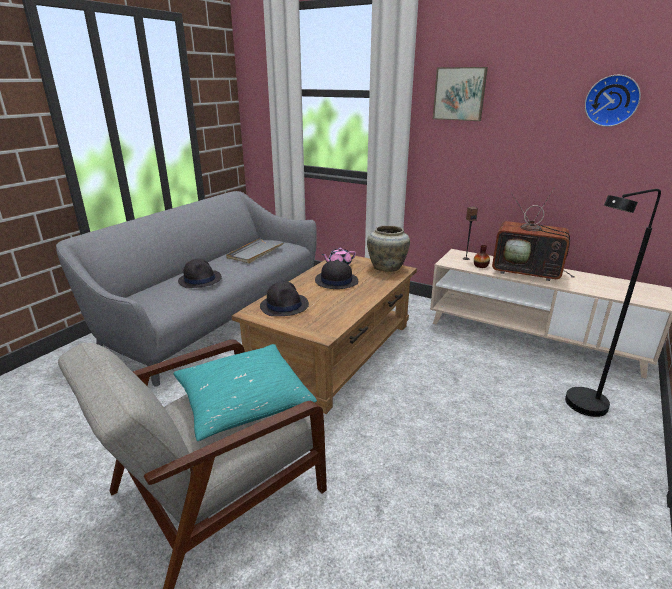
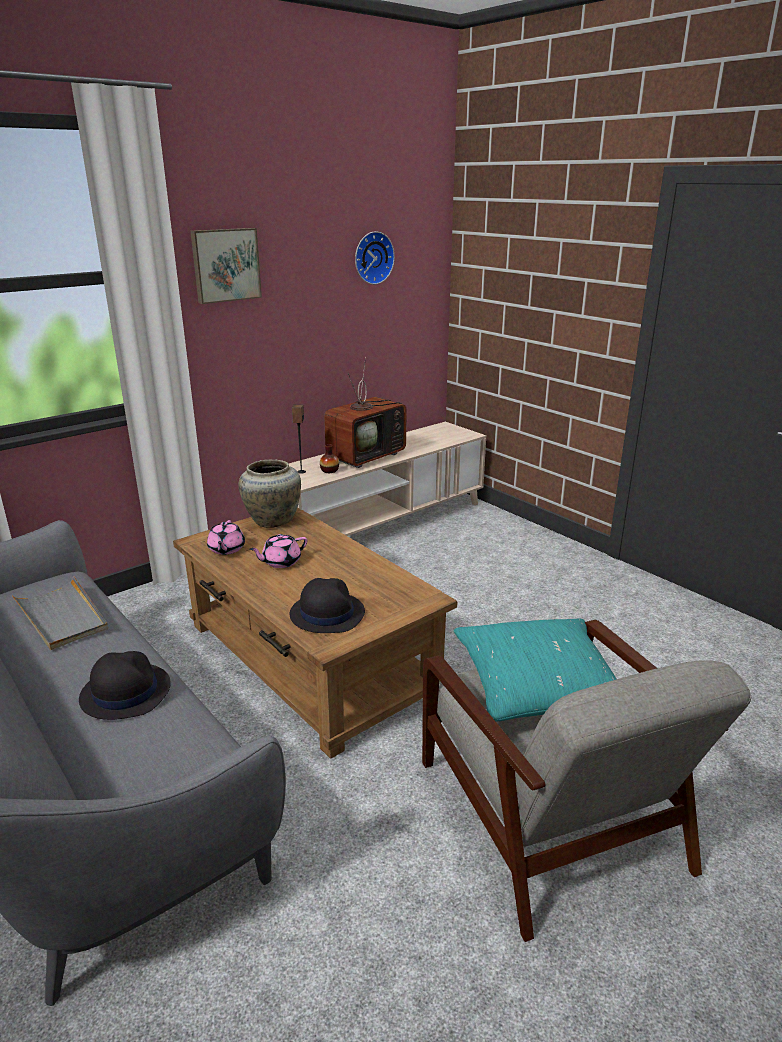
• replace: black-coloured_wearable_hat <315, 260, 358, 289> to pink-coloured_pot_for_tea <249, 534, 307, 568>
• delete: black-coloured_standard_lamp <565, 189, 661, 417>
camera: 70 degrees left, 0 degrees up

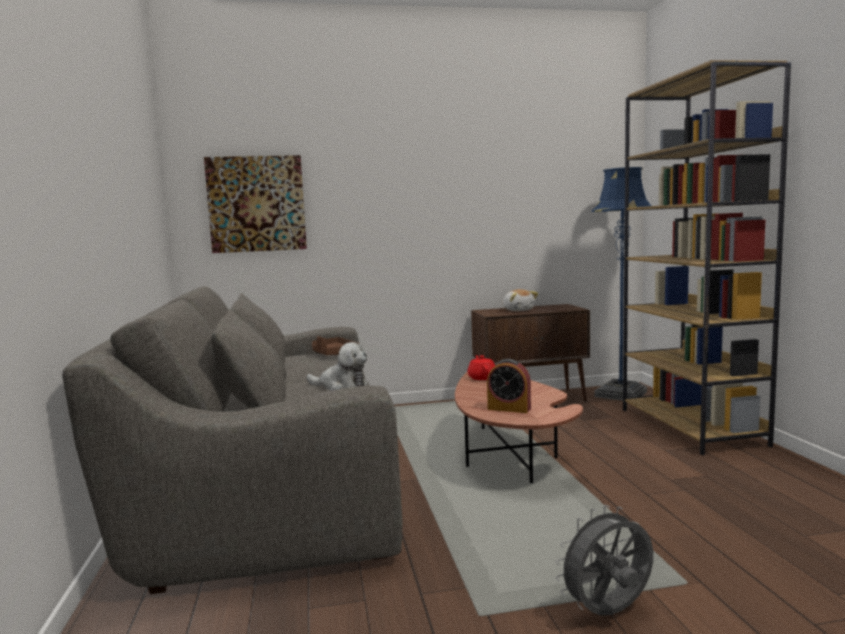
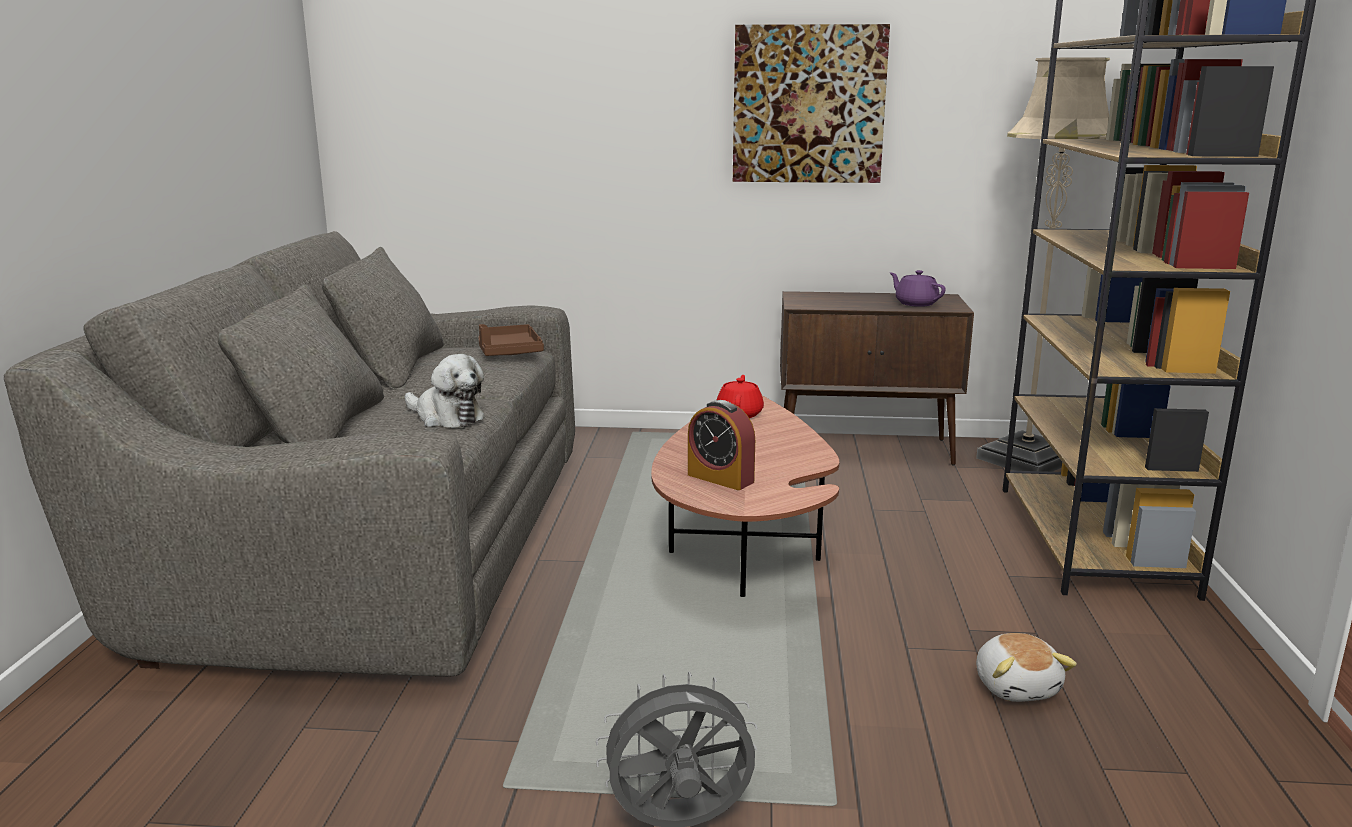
• move: picture <204, 155, 307, 253> to <733, 24, 890, 183>
• move: soft_toy <503, 289, 538, 311> to <976, 633, 1077, 702>
• recolor: blue_standard_lamp <592, 167, 651, 401> to beige-coloured_standard_lamp <976, 57, 1110, 472>
• insert: purple_pot_for_tea <890, 270, 946, 307>
camera: 15 degrees right, 10 degrees up

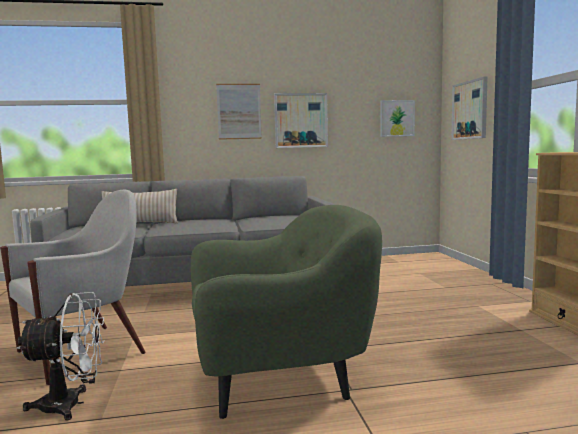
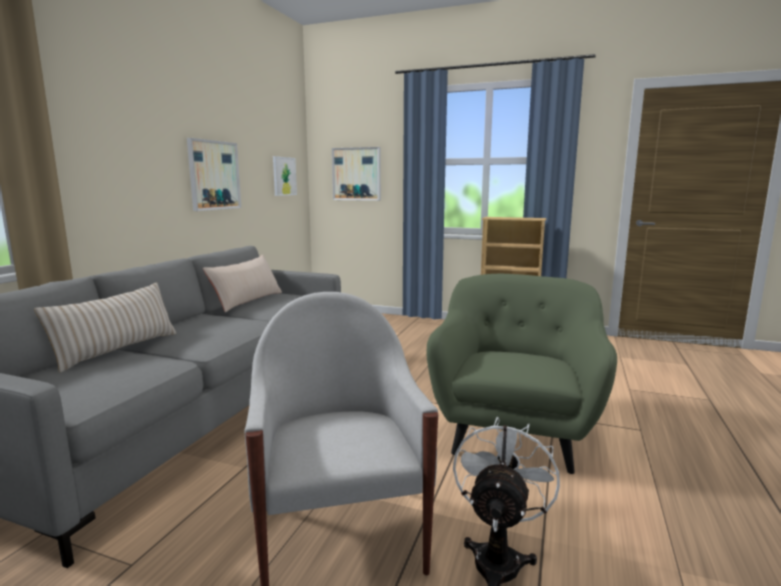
• delete: picture <216, 84, 262, 140>
• insert: beige-coloured_cushion <203, 255, 282, 312>
camera: 60 degrees left, 5 degrees up

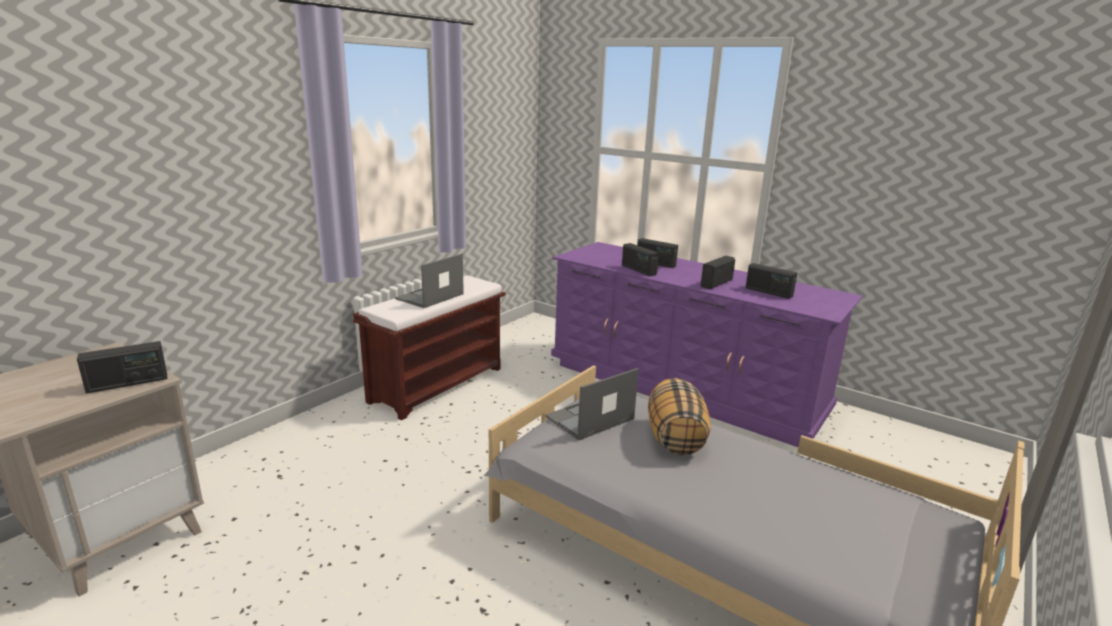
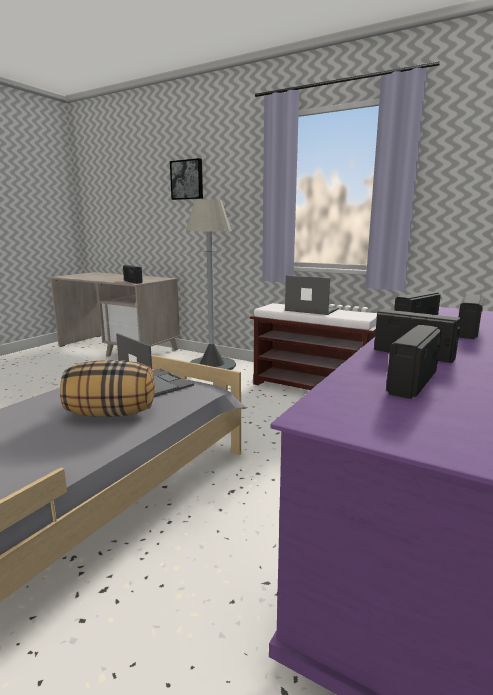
• insert: picture <170, 158, 203, 200>
• insert: greyish_standard_lamp <186, 199, 236, 370>
camera: 85 degrees right, 5 degrees down

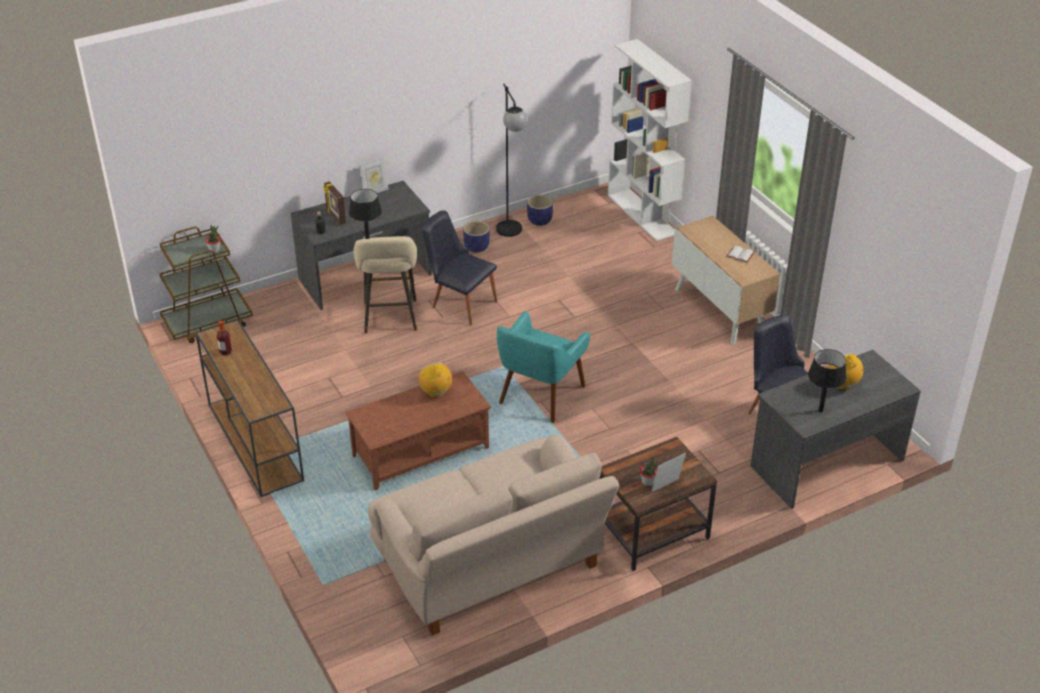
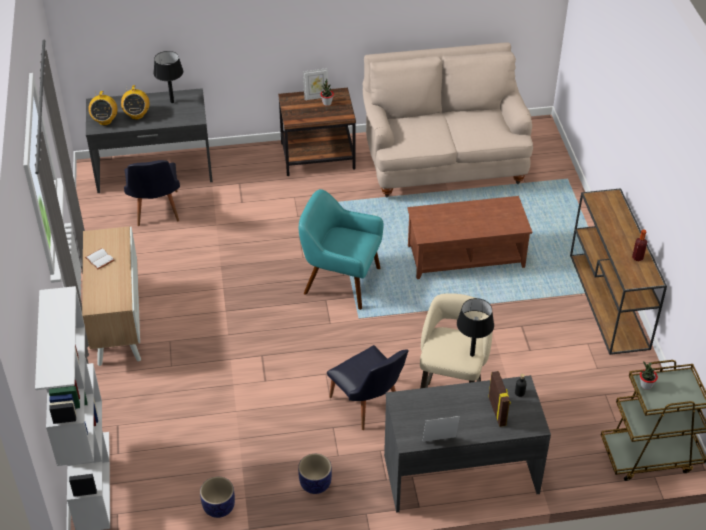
• move: radio_receiver <419, 363, 452, 398> to <89, 91, 117, 125>
• delete: black-coloured_standard_lamp <496, 84, 528, 237>
• rotate: blue-green_armchair <497, 311, 590, 423> = <299, 189, 384, 310> 120 degrees counterclockwise
camera: 160 degrees left, 5 degrees up

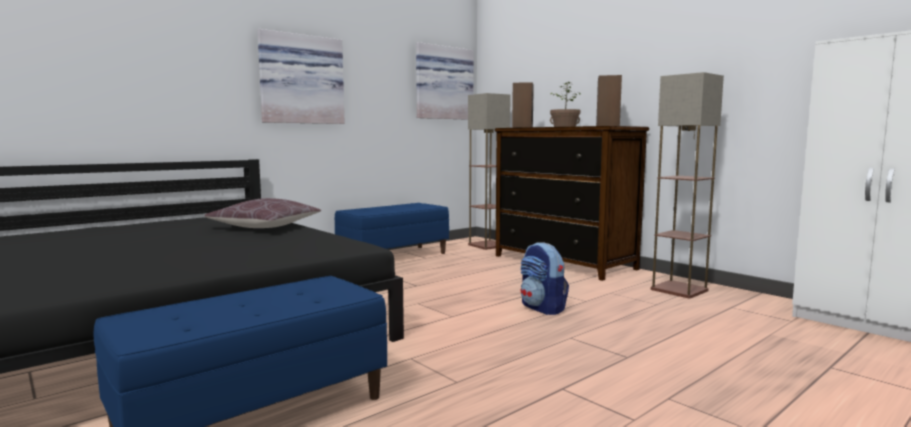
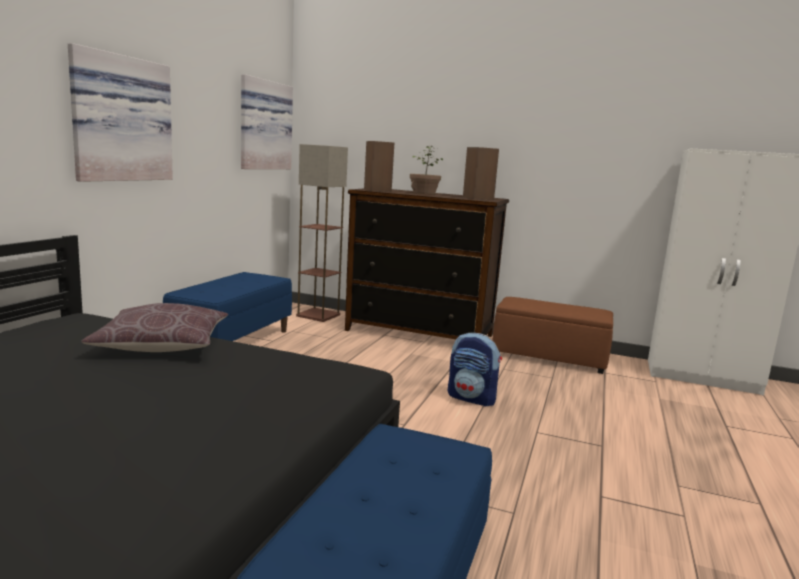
• replace: standard_lamp <651, 72, 724, 299> to brown-coloured_ottoman <492, 297, 613, 374>
camera: 30 degrees left, 5 degrees up

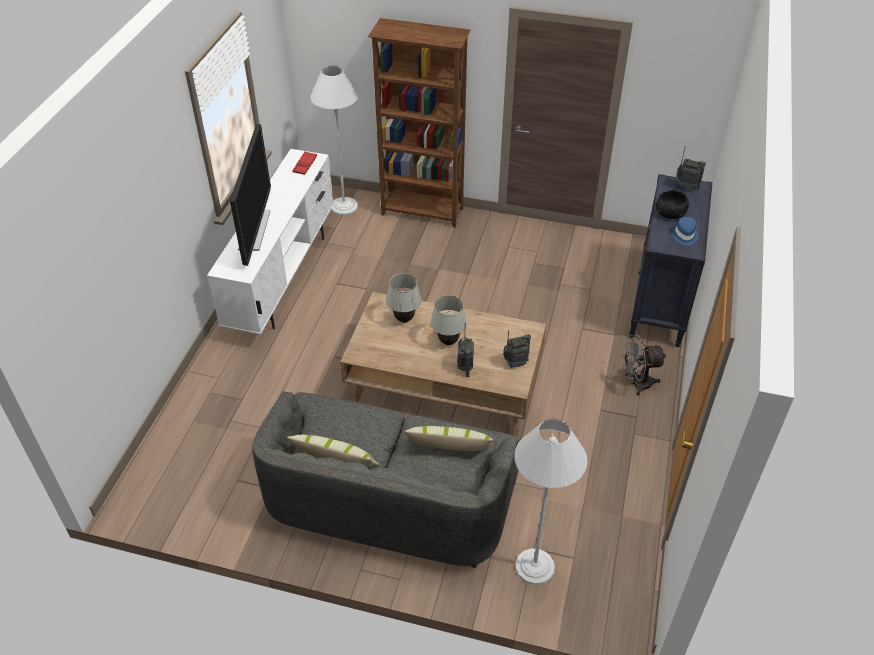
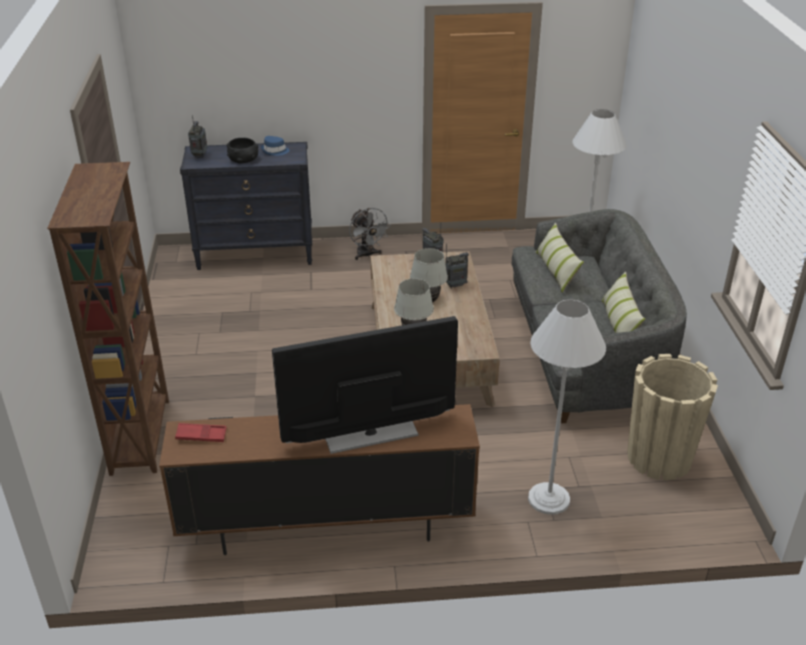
• recolor: white-coloured_tv_stand <207, 149, 334, 335> to brown-coloured_tv_stand <159, 404, 480, 555>
• move: white-coloured_standard_lamp <310, 65, 358, 215> to <528, 299, 606, 515>
• insert: beige-coloured_planter <627, 354, 718, 480>
camera: 110 degrees left, 10 degrees down

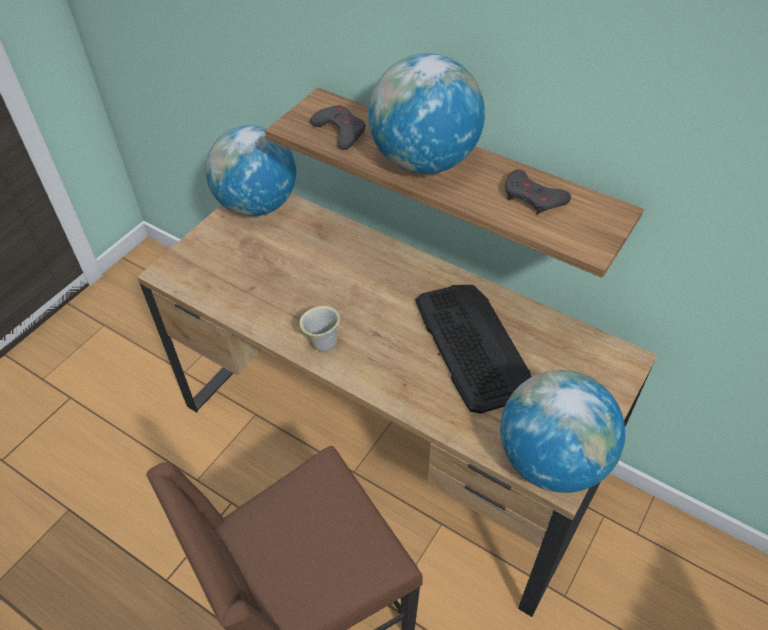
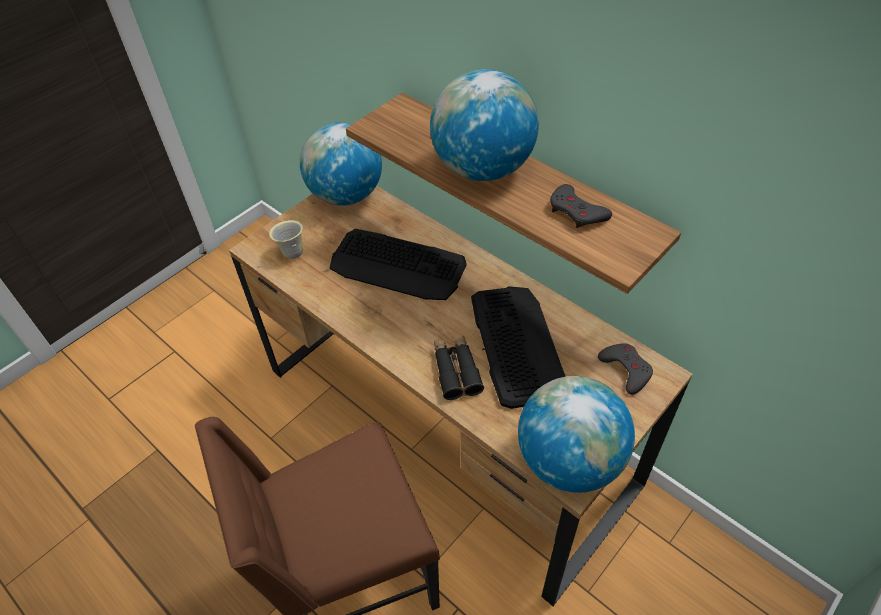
• move: beige-coloured_mug <299, 306, 340, 352> to <269, 220, 303, 259>
• move: greyish_game_controller <310, 105, 366, 150> to <598, 343, 653, 395>
• insert: keyboard <330, 229, 467, 300>
• insert: black-coloured_binoculars <434, 336, 484, 400>
camera: 10 degrees right, 0 degrees up

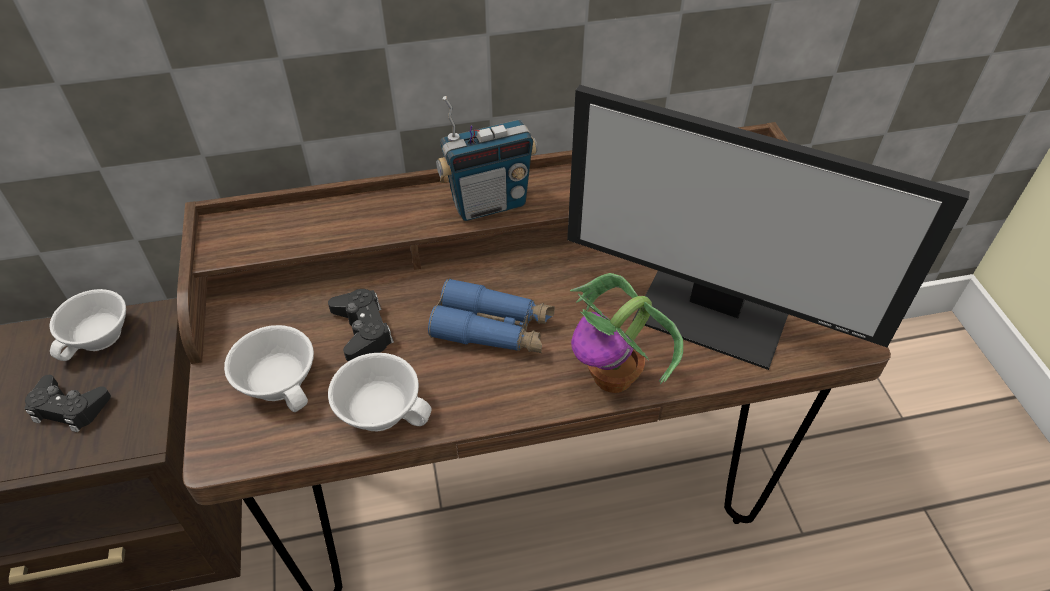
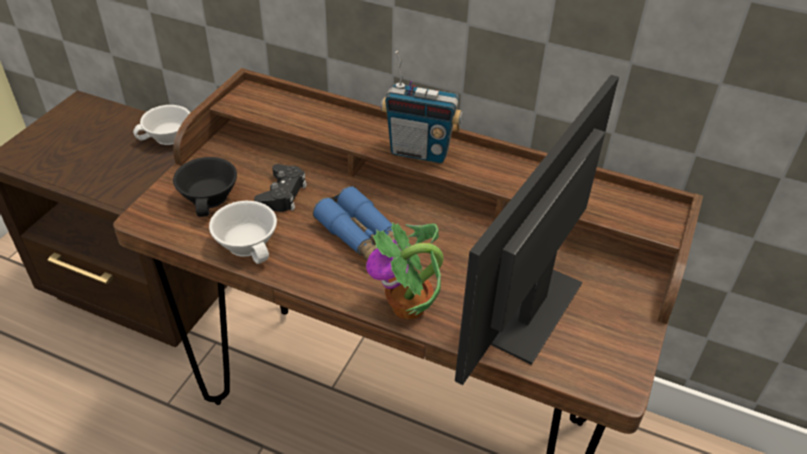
• delete: black-coloured_game_controller <24, 375, 111, 432>
• recolor: white-coloured_small_cup <224, 325, 314, 412> to black-coloured_small_cup <173, 157, 237, 217>
• rotate: computer_screen <567, 85, 970, 370> = <455, 75, 619, 385> 60 degrees clockwise
camera: 35 degrees right, 5 degrees down

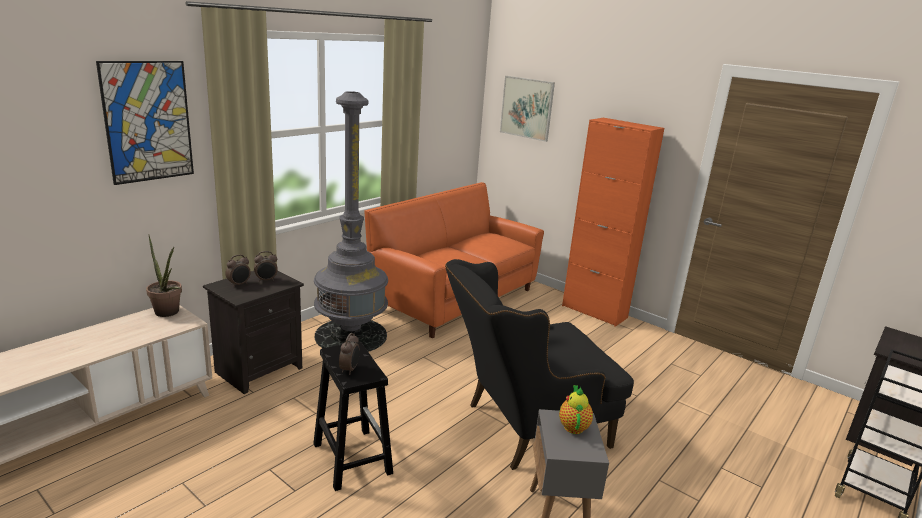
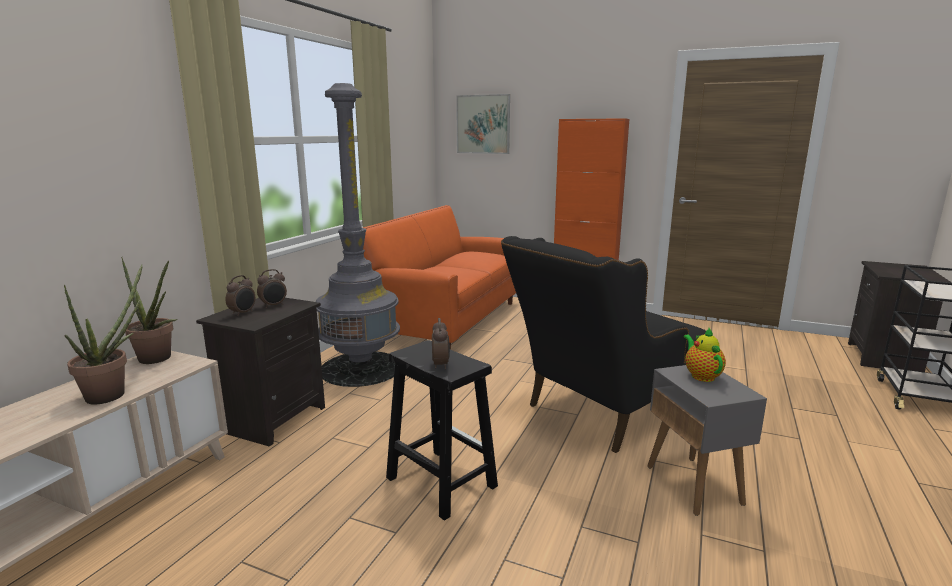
• delete: picture <96, 61, 194, 185>
• insert: plant_in_a_pot <64, 264, 143, 404>
camera: 15 degrees left, 5 degrees down

